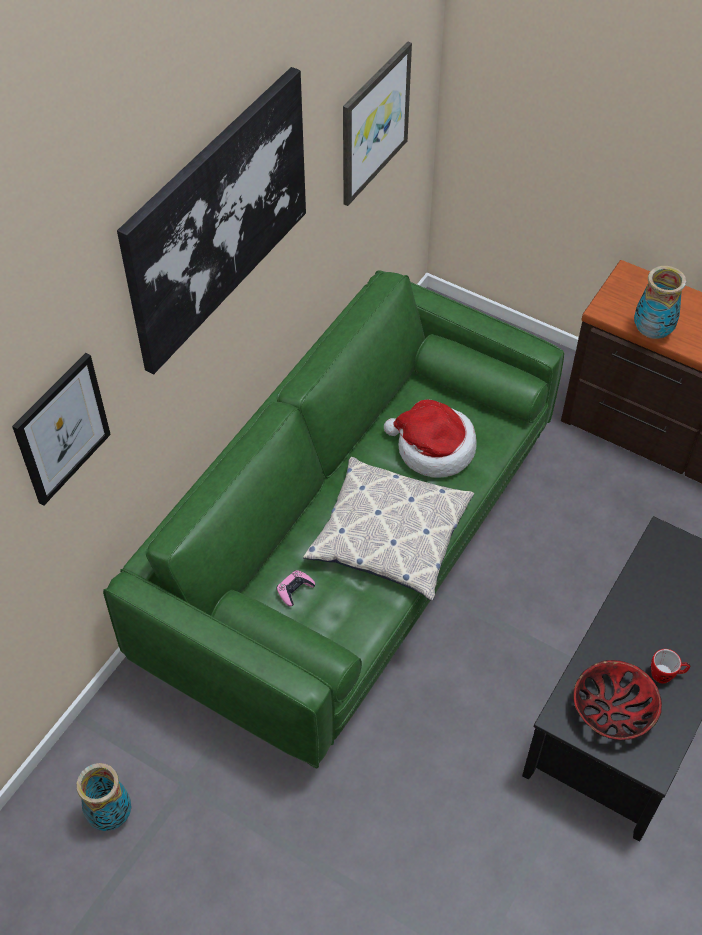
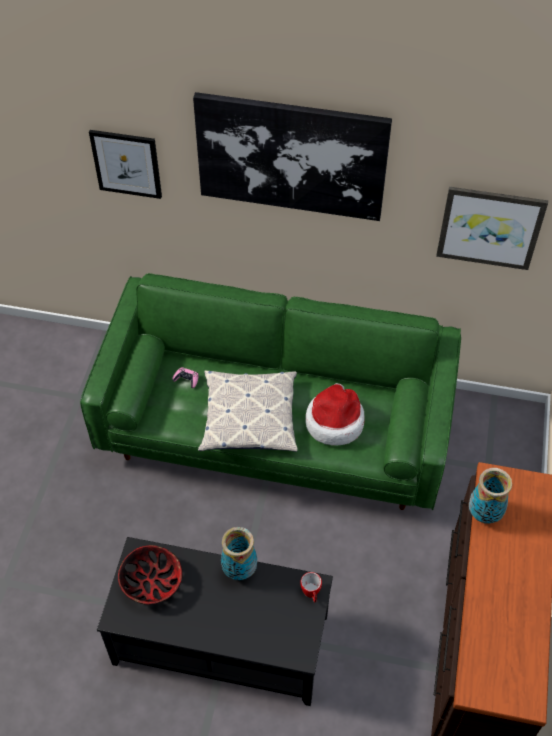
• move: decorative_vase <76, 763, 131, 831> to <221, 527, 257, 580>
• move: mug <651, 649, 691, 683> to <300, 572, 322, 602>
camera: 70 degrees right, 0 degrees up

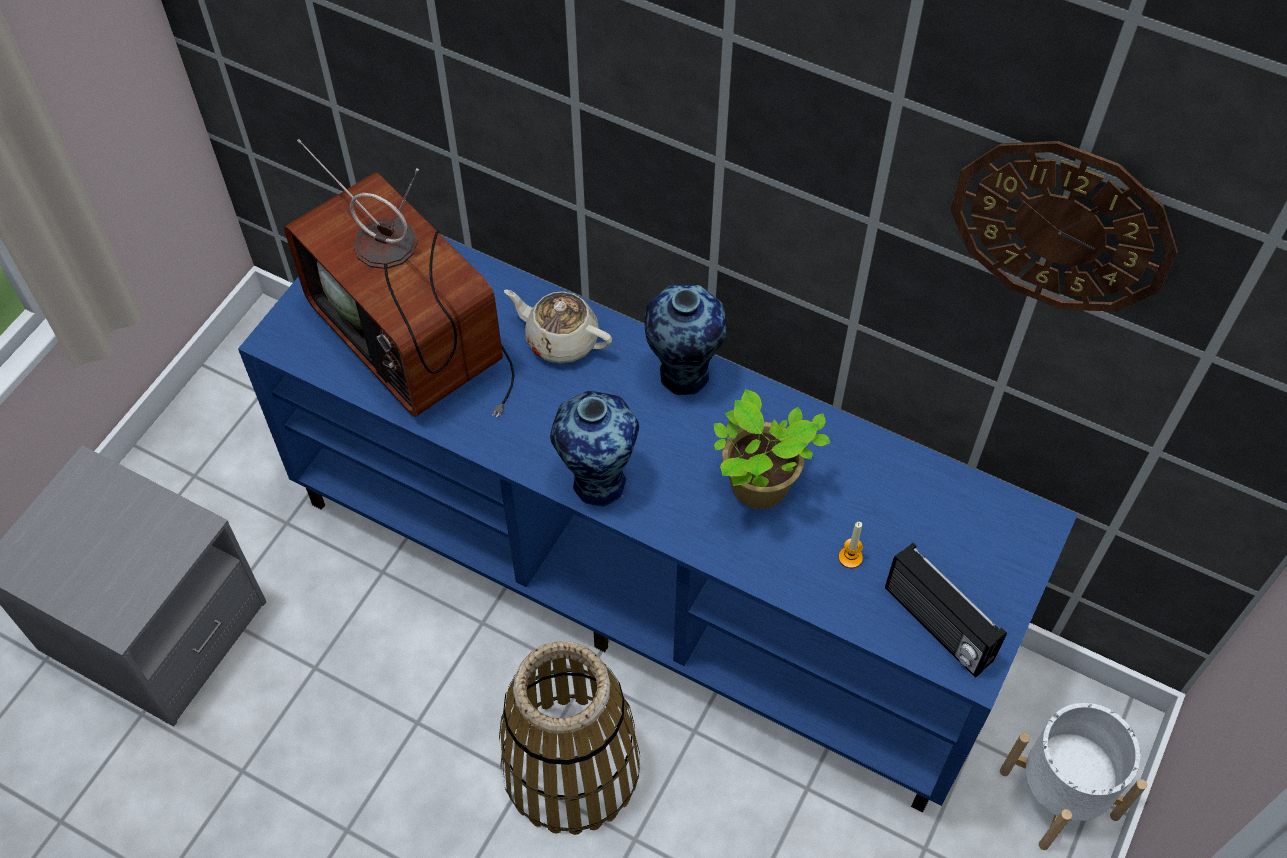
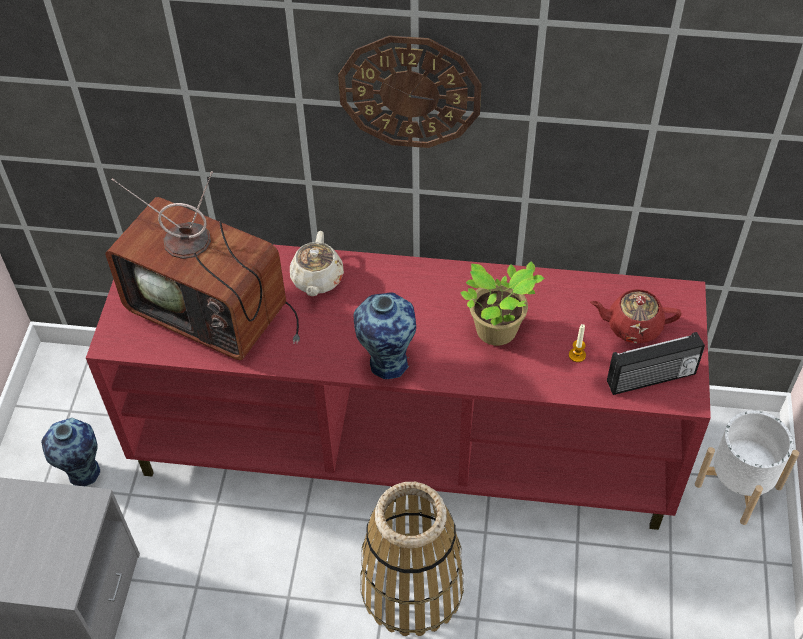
• recolor: blue_tv_stand <238, 236, 1078, 812> to reddish_tv_stand <86, 245, 711, 530>
• rotate: beige-coloured_pot_for_tea <504, 289, 612, 364> = <290, 231, 344, 296> 90 degrees counterclockwise
• move: decorative_vase <645, 285, 726, 395> to <41, 418, 100, 486>
• rotate: radio_receiver <885, 543, 1007, 678> = <607, 332, 705, 395> 45 degrees counterclockwise
• move: hanging_clock <951, 141, 1178, 312> to <338, 35, 481, 148>
• insert: reddish_pot_for_tea <590, 289, 682, 343>
camera: 20 degrees left, 5 degrees down

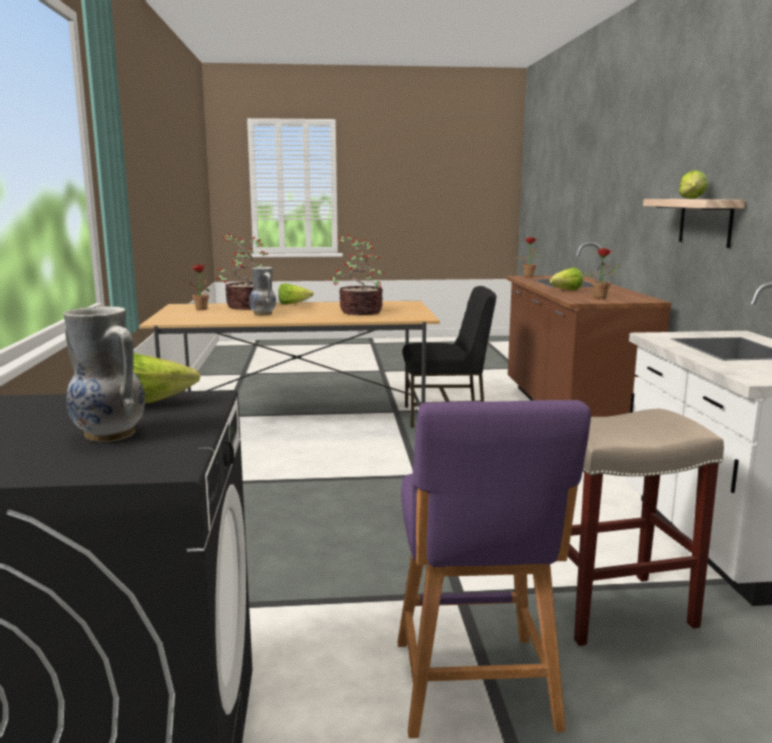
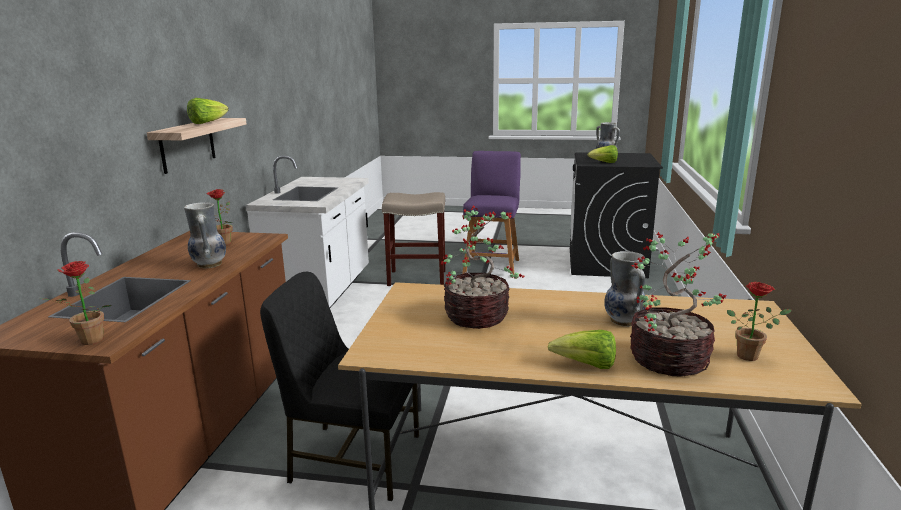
• replace: lettuce_head <549, 267, 583, 290> to decorative_vase <184, 202, 226, 268>
camera: 165 degrees left, 5 degrees up

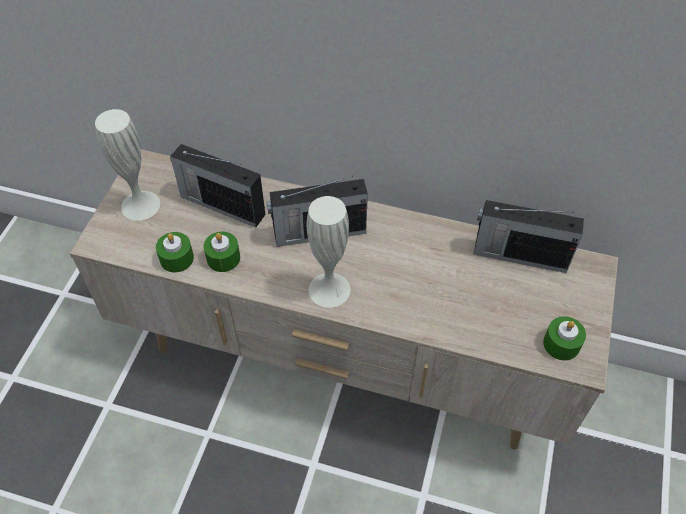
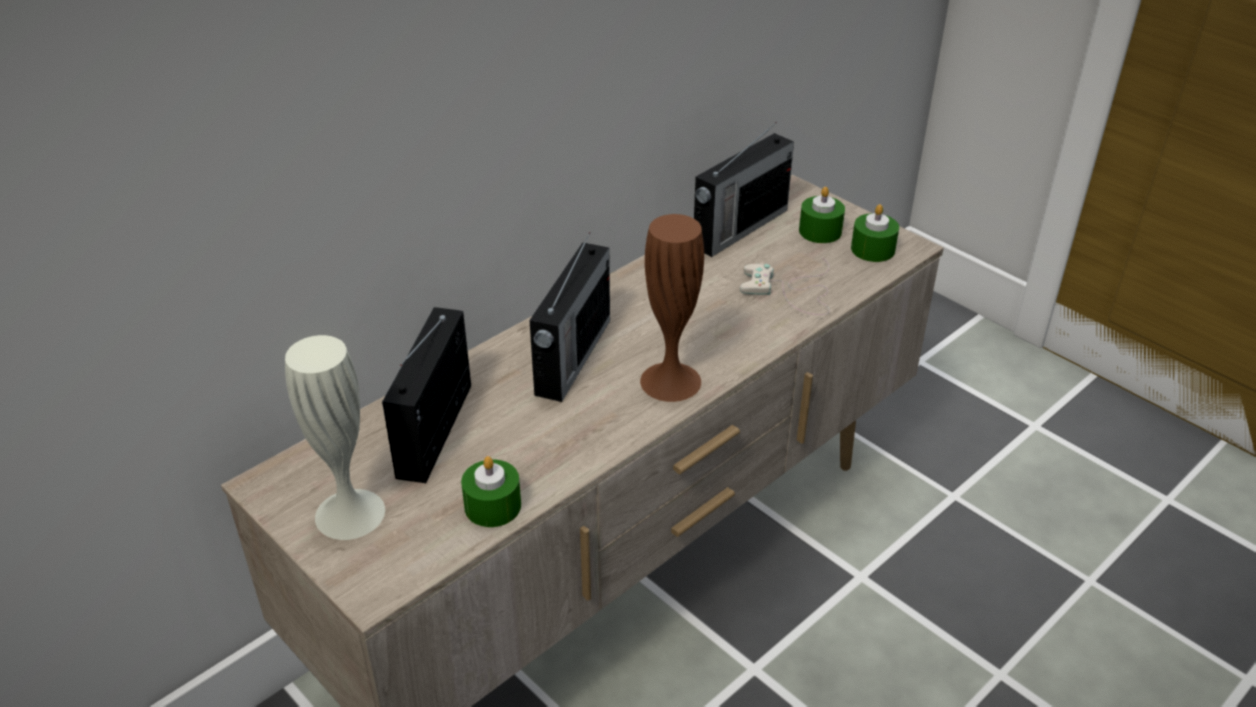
• rotate: radio_receiver <170, 144, 266, 227> = <382, 307, 471, 483> 135 degrees clockwise
• move: green-coloured_wax_candle <204, 231, 240, 272> to <799, 187, 845, 243>
• recolor: white-coloured_decorative_vase <307, 196, 350, 308> to brown-coloured_decorative_vase <640, 214, 704, 402>
• insert: white-coloured_game_controller <740, 257, 830, 315>
camera: 60 degrees left, 15 degrees down

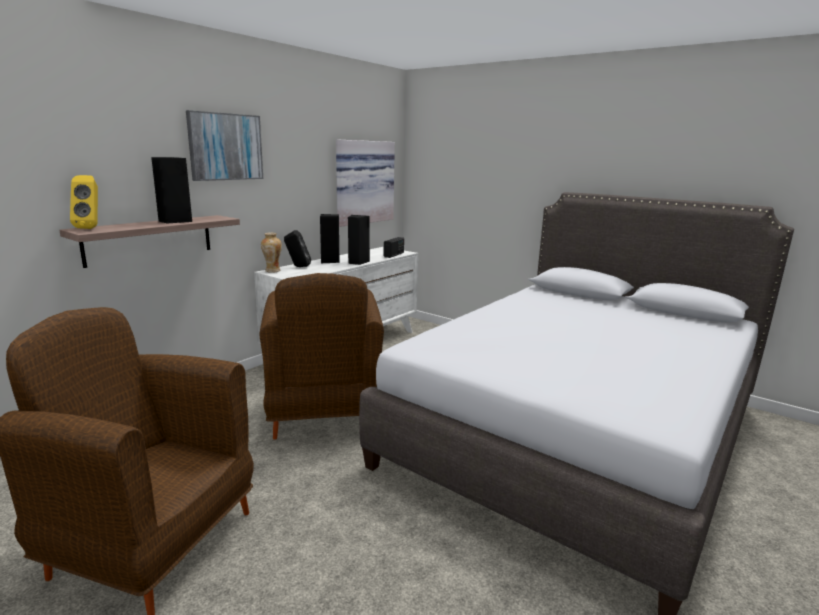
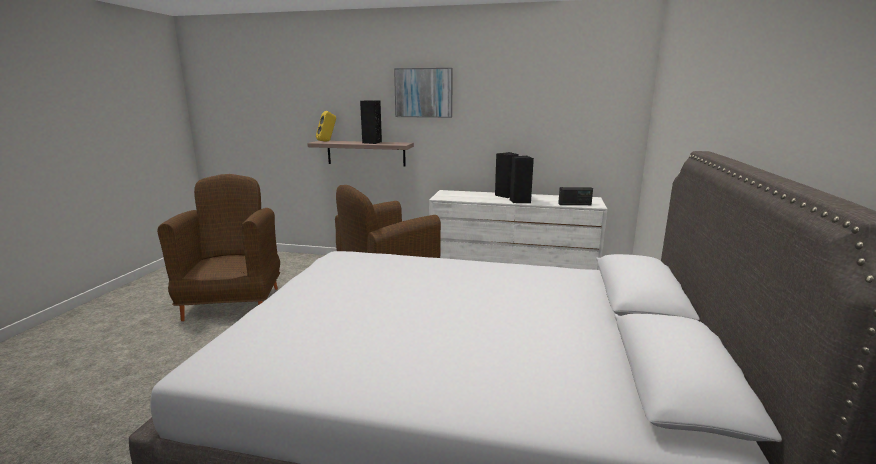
• delete: decorative_vase <261, 233, 282, 273>
• delete: black-coloured_speaker <284, 230, 311, 267>
• delete: picture <336, 140, 395, 227>
camera: 65 degrees right, 0 degrees up

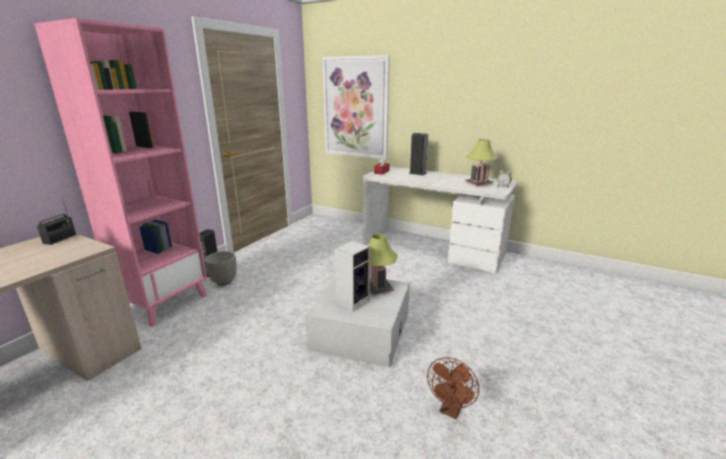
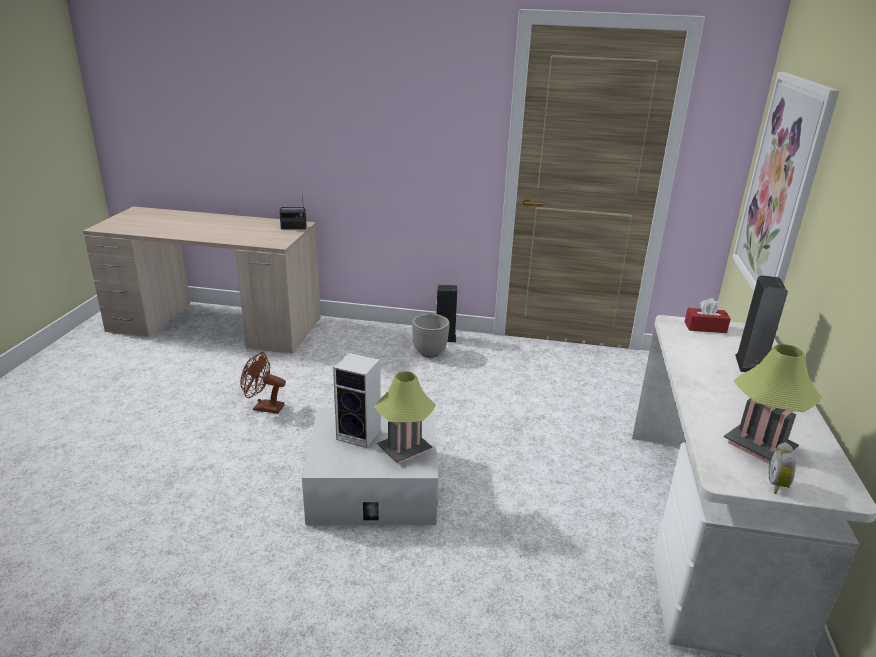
• delete: pink-coloured_shelving_unit <34, 18, 207, 327>
• move: brown-coloured_cooling_fan <427, 357, 479, 419> to <240, 352, 286, 414>
camera: 70 degrees right, 5 degrees up

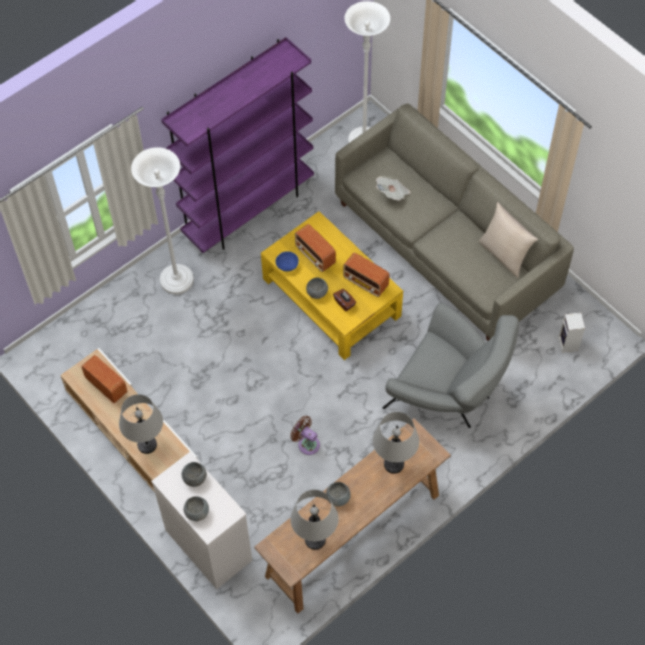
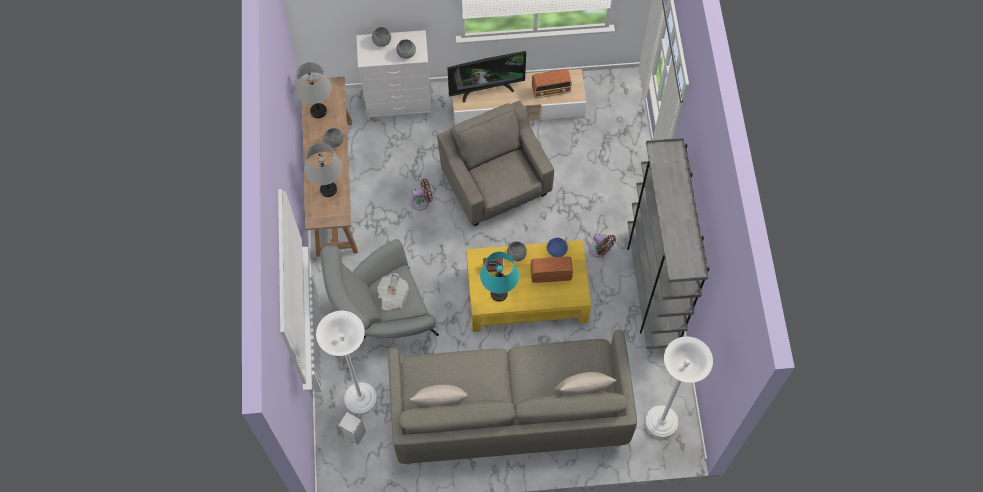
• replace: greyish_tabletop_lamp <119, 394, 163, 454> to television <447, 51, 526, 103>
• move: white-coloured_standard_lamp <131, 147, 194, 294> to <316, 311, 377, 414>
• recolor: purple_shelving_unit <161, 37, 314, 253> to greyish_shelving_unit <627, 138, 710, 349>
• replace: radio_receiver <343, 253, 389, 297> to blue-green_tabletop_lamp <480, 252, 519, 302>
• move: printed_paper <376, 176, 411, 201> to <377, 273, 409, 310>
• insert: greyish_armchair <437, 101, 554, 226>
• insert: beige-coloured_cushion <554, 372, 616, 395>
• insert: brown-coloured_cooling_fan <589, 233, 616, 257>
camera: 125 degrees right, 5 degrees up

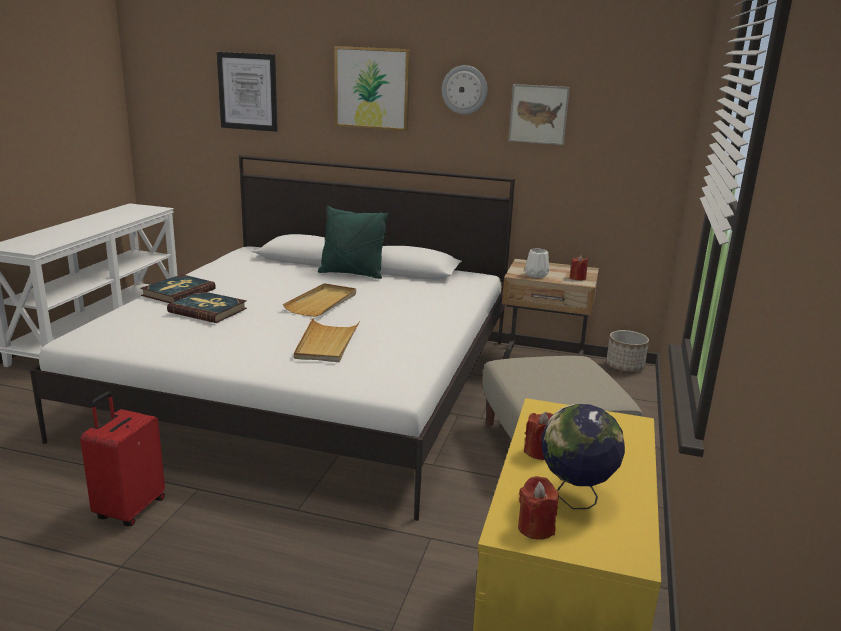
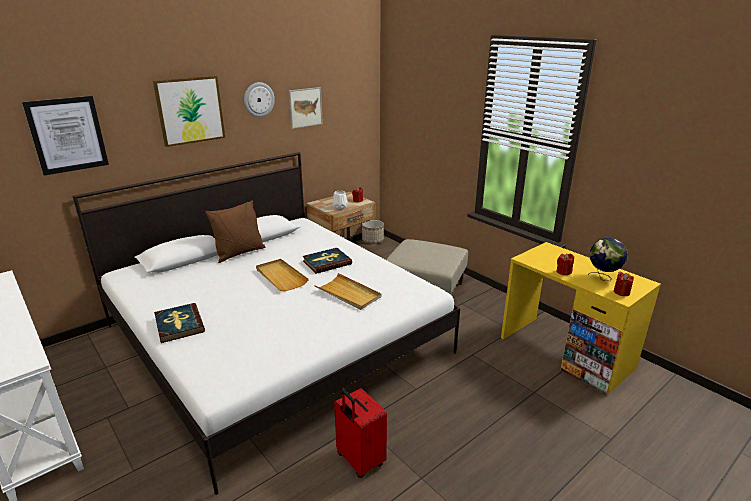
• move: bound_book <167, 291, 247, 323> to <302, 248, 352, 274>
• recolor: green-coloured_cushion <318, 206, 389, 279> to brown-coloured_cushion <205, 200, 265, 263>
camera: 55 degrees left, 5 degrees up

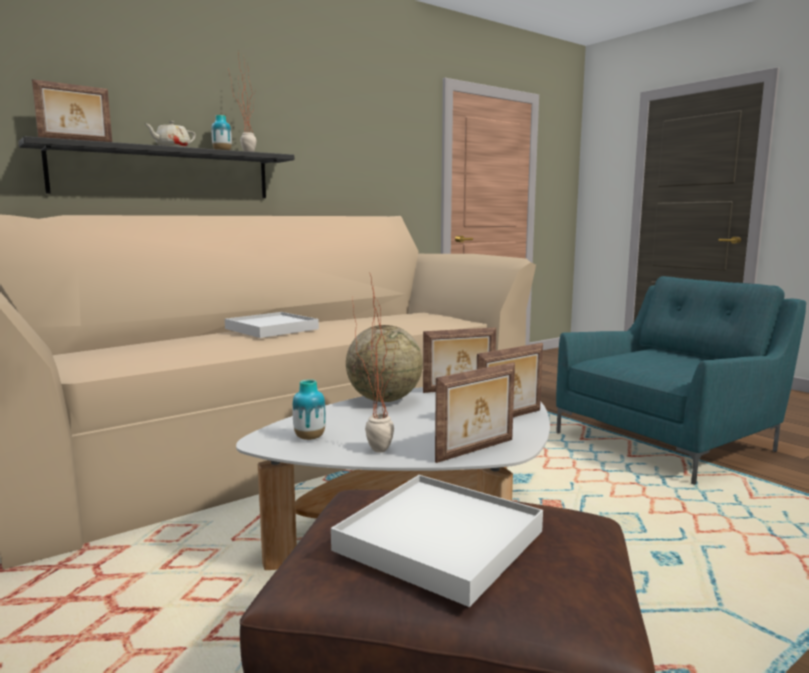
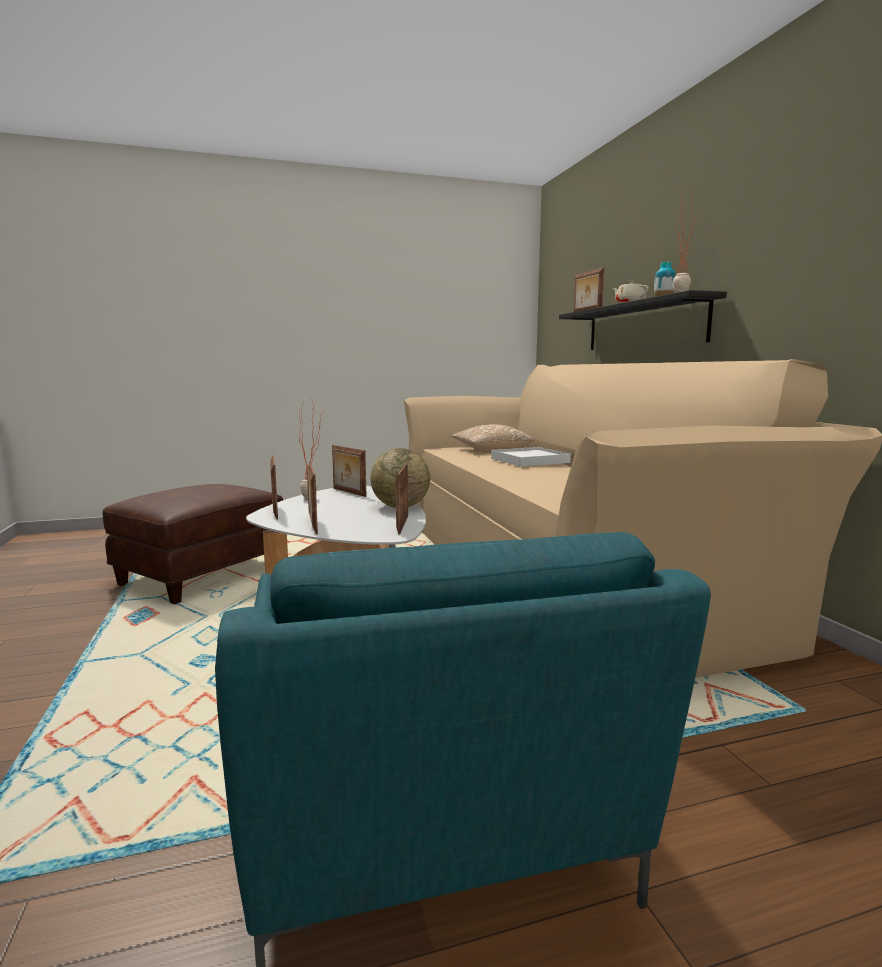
• replace: decorative_vase <292, 379, 326, 440> to picture_frame <332, 445, 367, 497>
• delete: white-coloured_carrying_tray <331, 475, 543, 607>
• insert: cushion <452, 424, 534, 451>
camera: 110 degrees right, 0 degrees up

